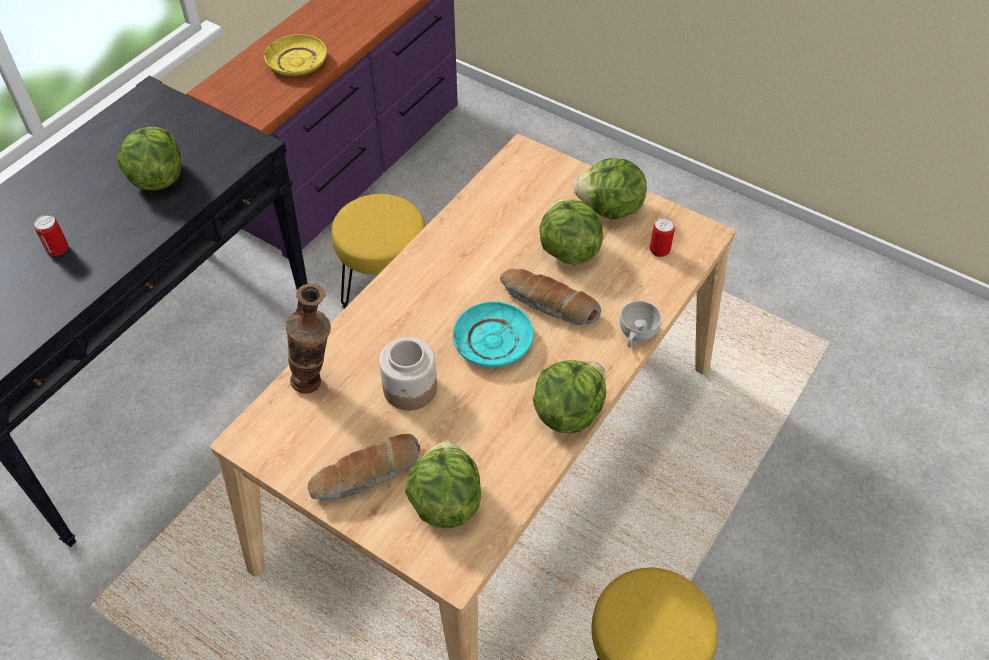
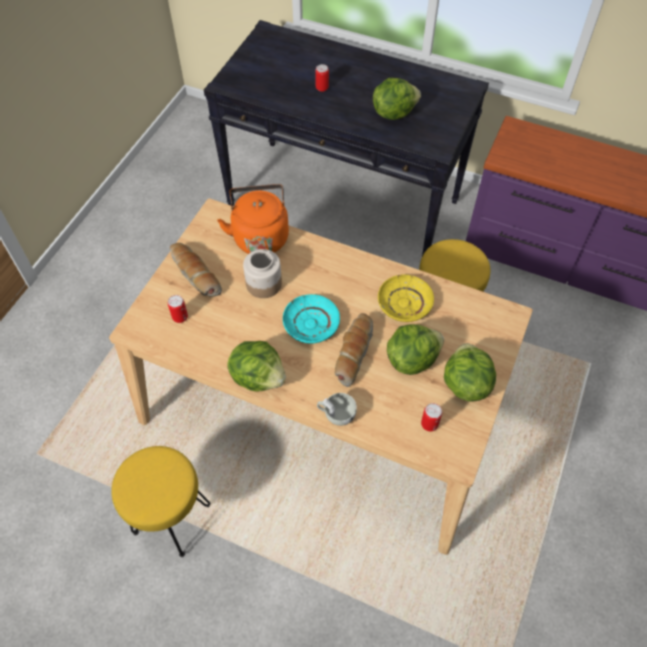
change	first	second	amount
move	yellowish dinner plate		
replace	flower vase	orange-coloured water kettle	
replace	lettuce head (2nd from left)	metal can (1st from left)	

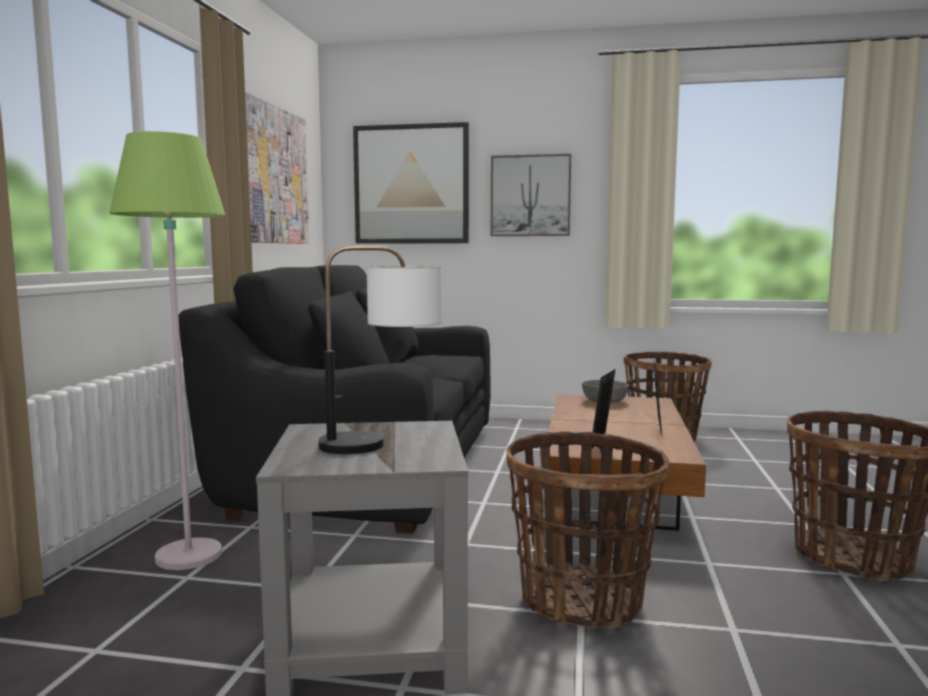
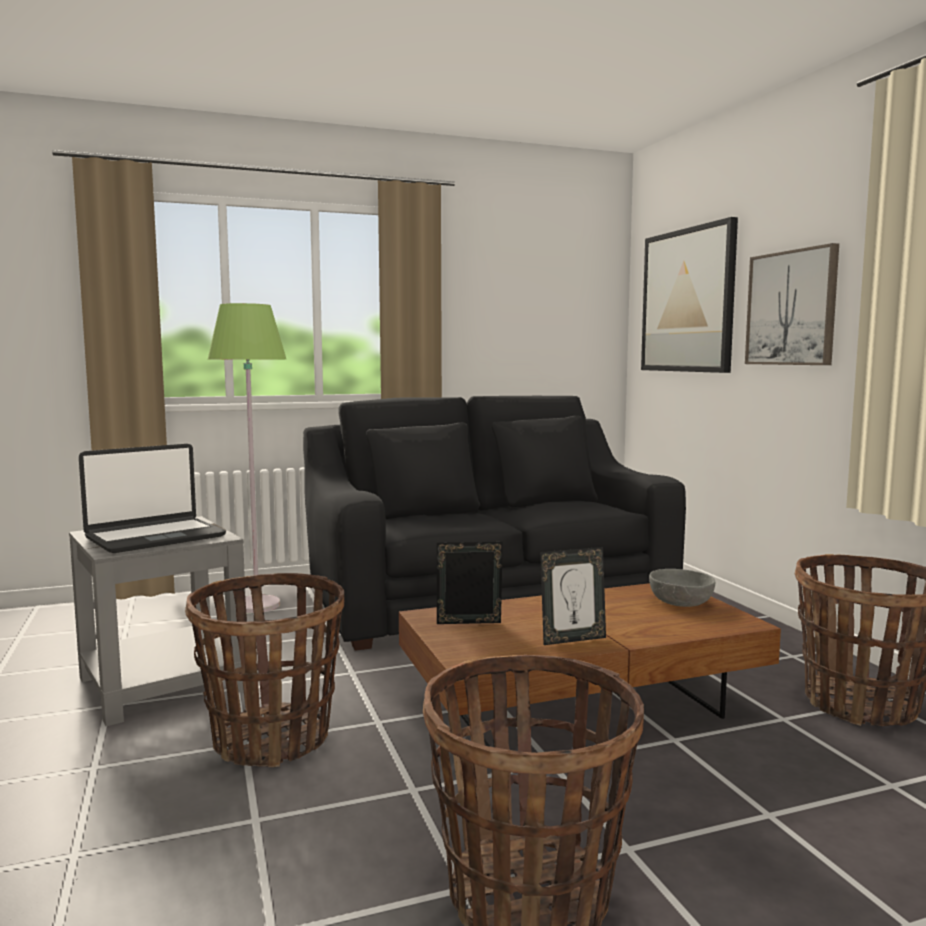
change	first	second	amount
delete	wall art (1st from left)		
replace	lamp for a table	laptop	

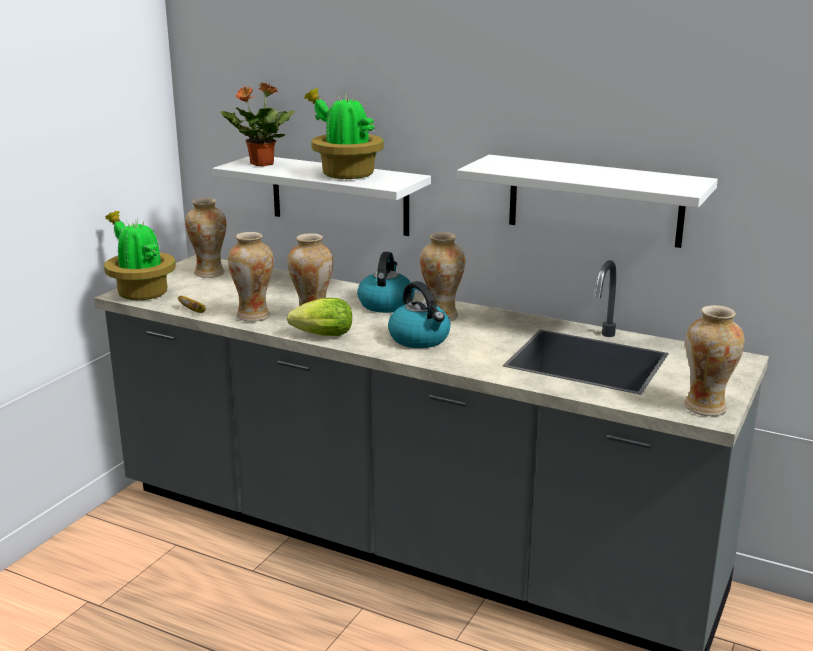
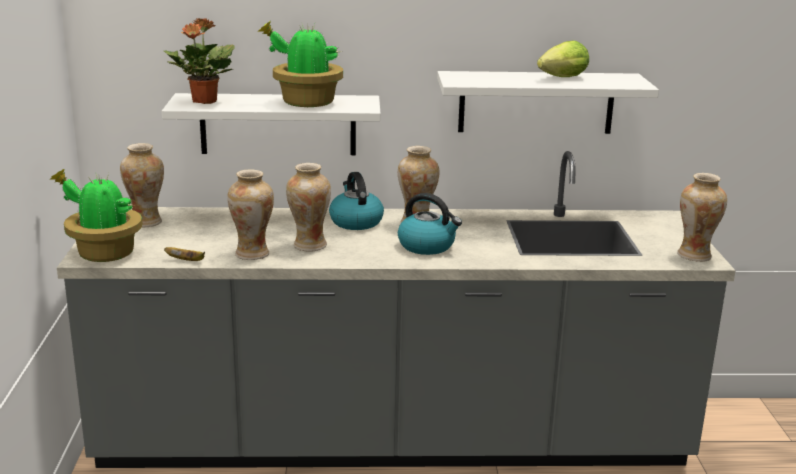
change	first	second	amount
move	lettuce head		

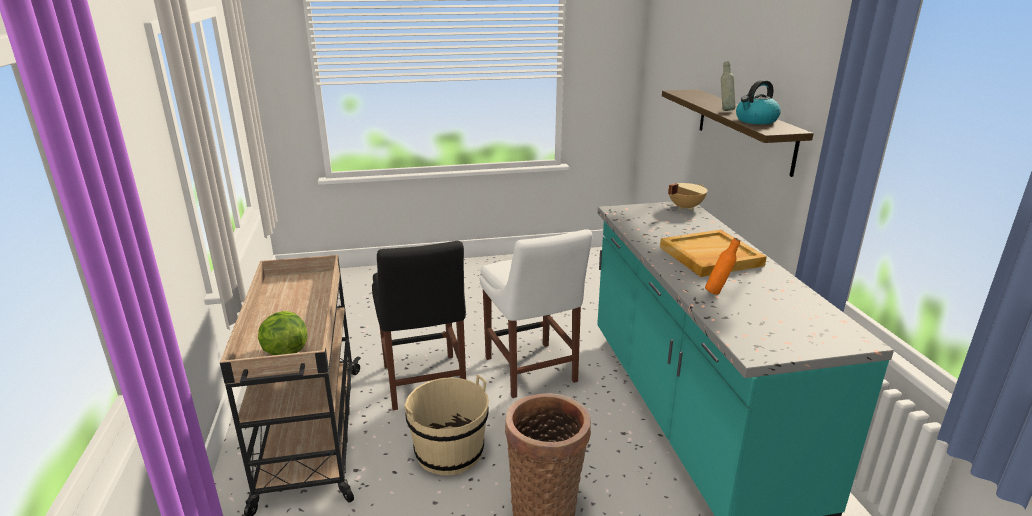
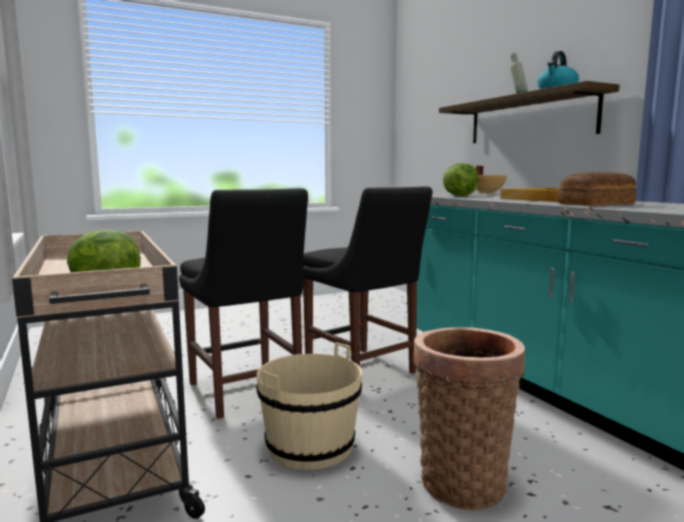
change	first	second	amount
recolor	white plain chair	black plain chair (2nd from left)	
replace	orange-coloured beverage bottle	baked bread	
insert		lettuce head (2nd from left)	

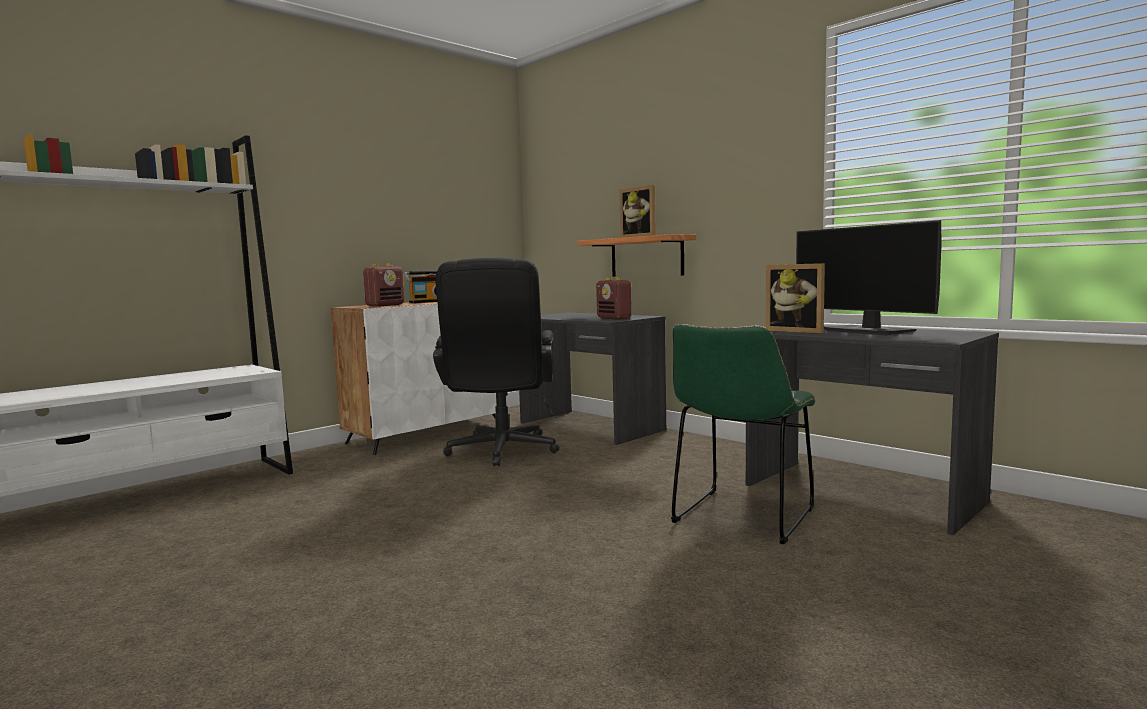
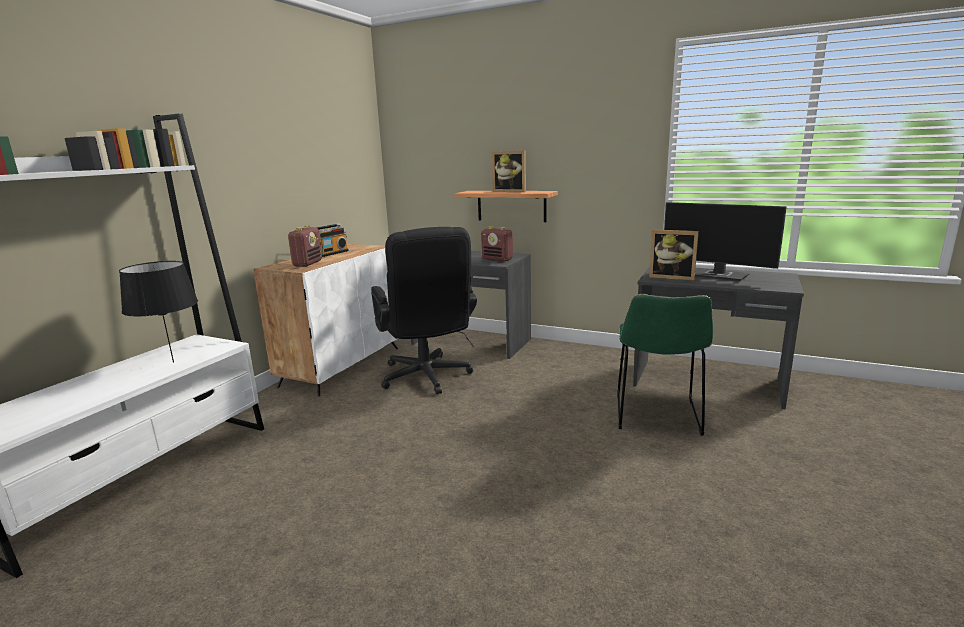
change	first	second	amount
insert		black lamp for a table	

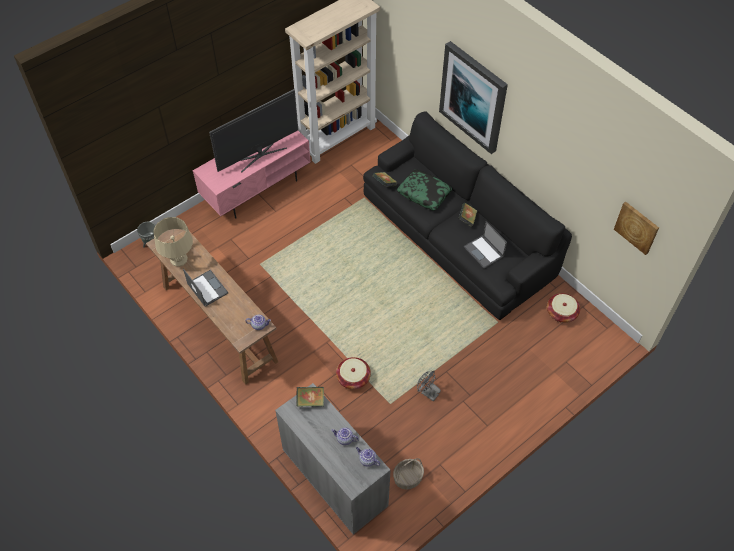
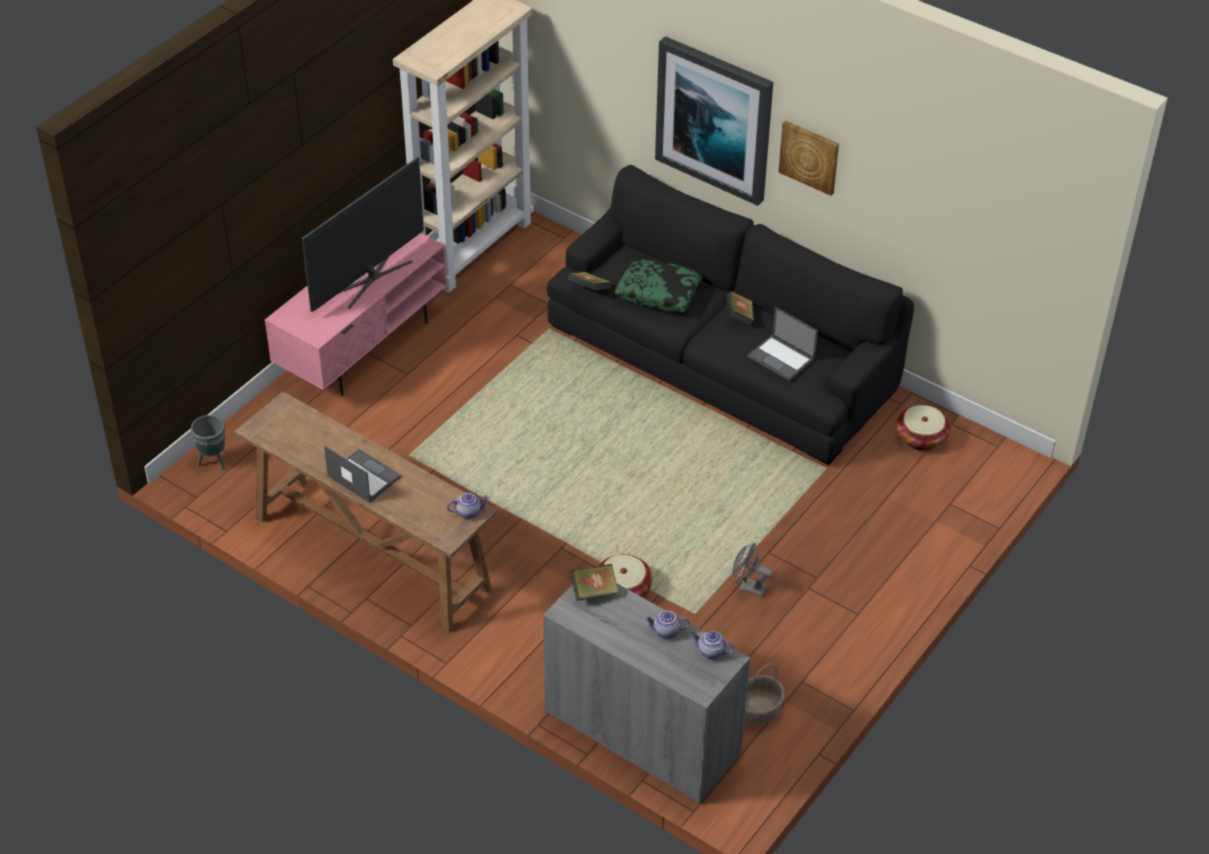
change	first	second	amount
move	wall art (2nd from left)		
delete	beige lamp for a table		

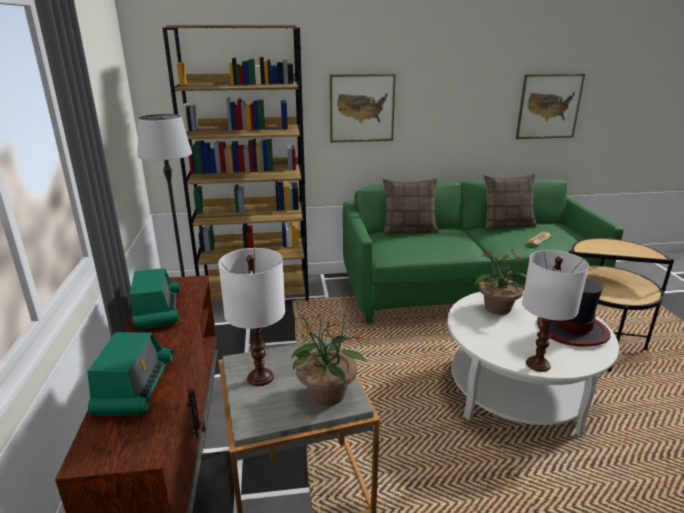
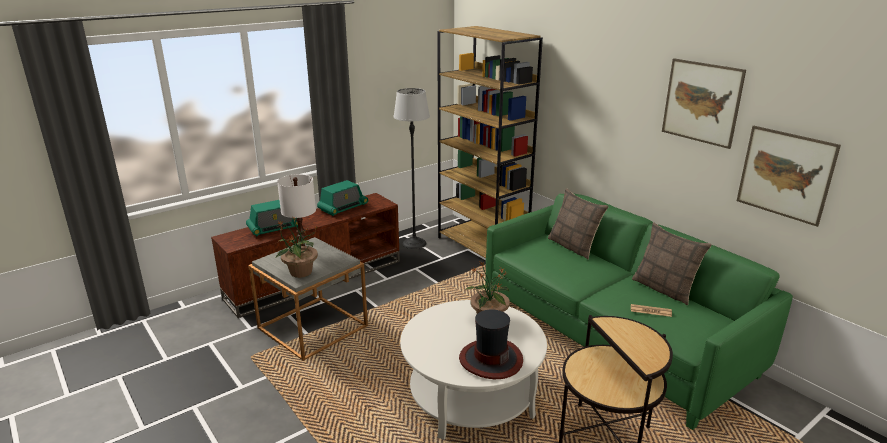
change	first	second	amount
move	wall art (1st from left)		
delete	white lamp for a table (2nd from left)		

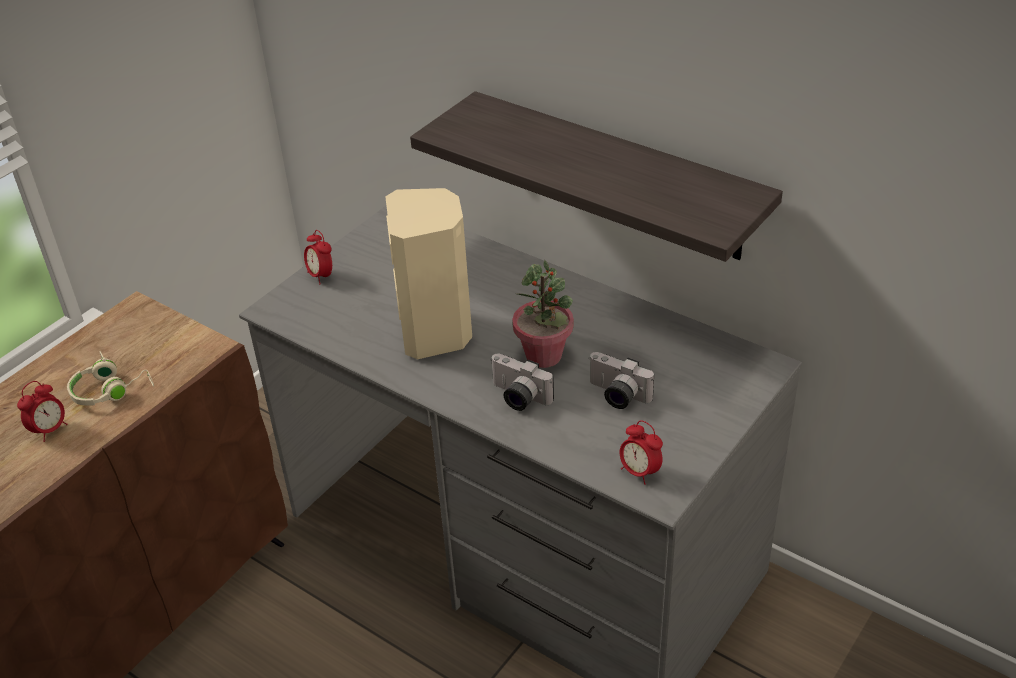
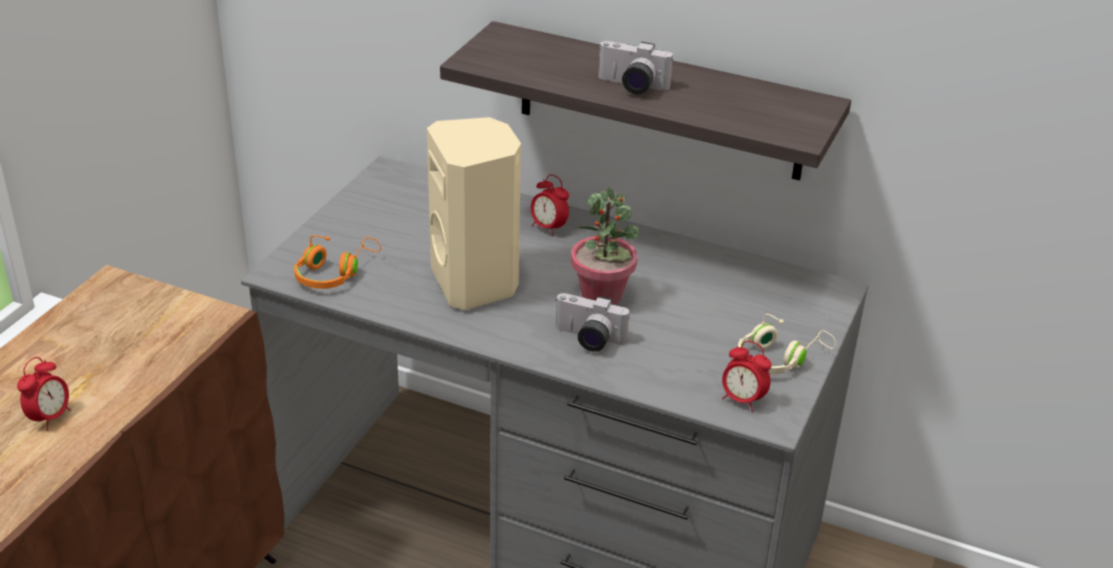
change	first	second	amount
move	alarm clock (2nd from left)		
move	beige headset		
move	still camera (2nd from left)		
insert		orange-coloured headset	

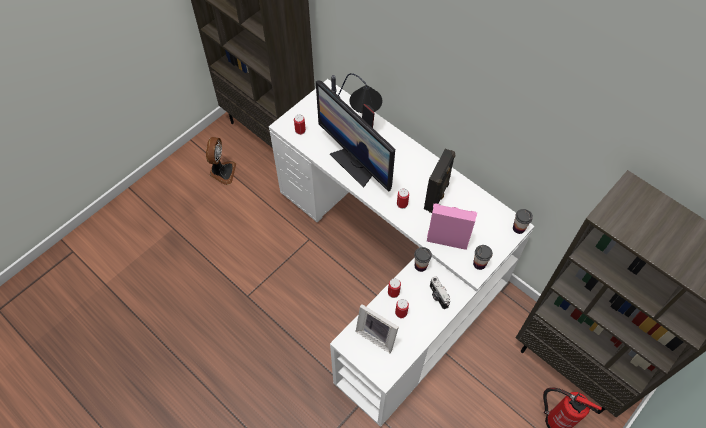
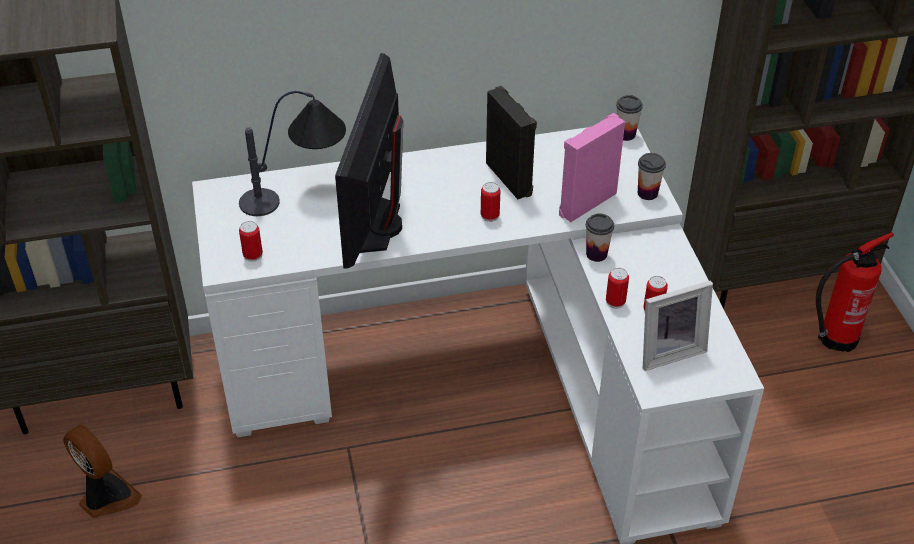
change	first	second	amount
rotate	computer display		105 degrees clockwise
delete	still camera		

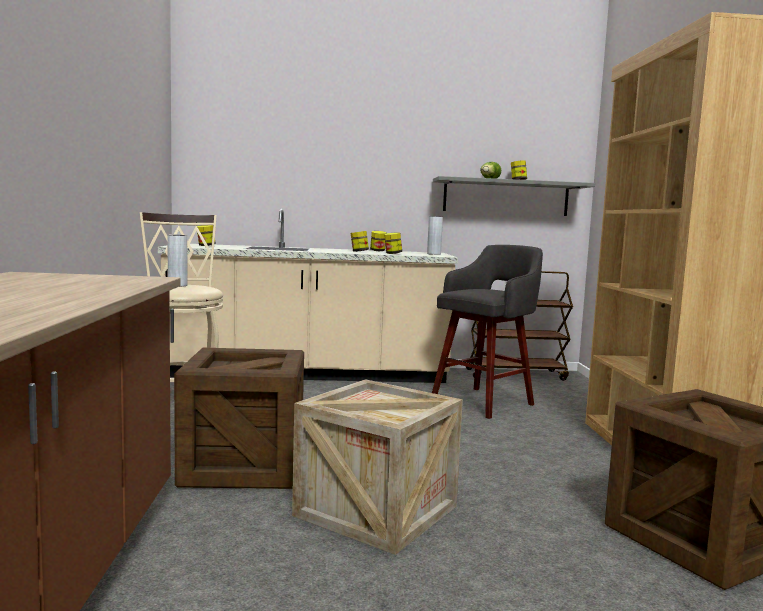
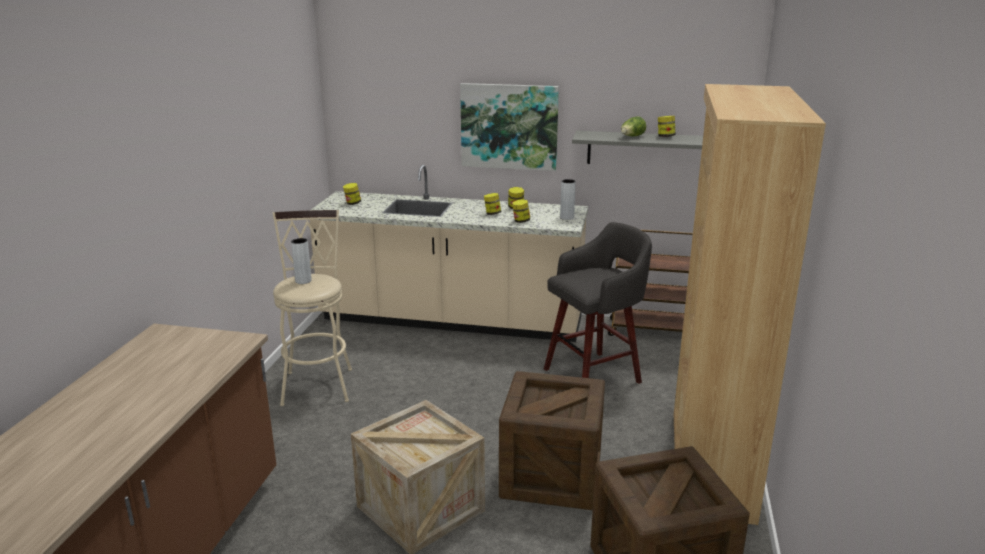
change	first	second	amount
move	packing crate (1st from left in the first image)	packing crate (2nd from left)	
insert		wall art	

